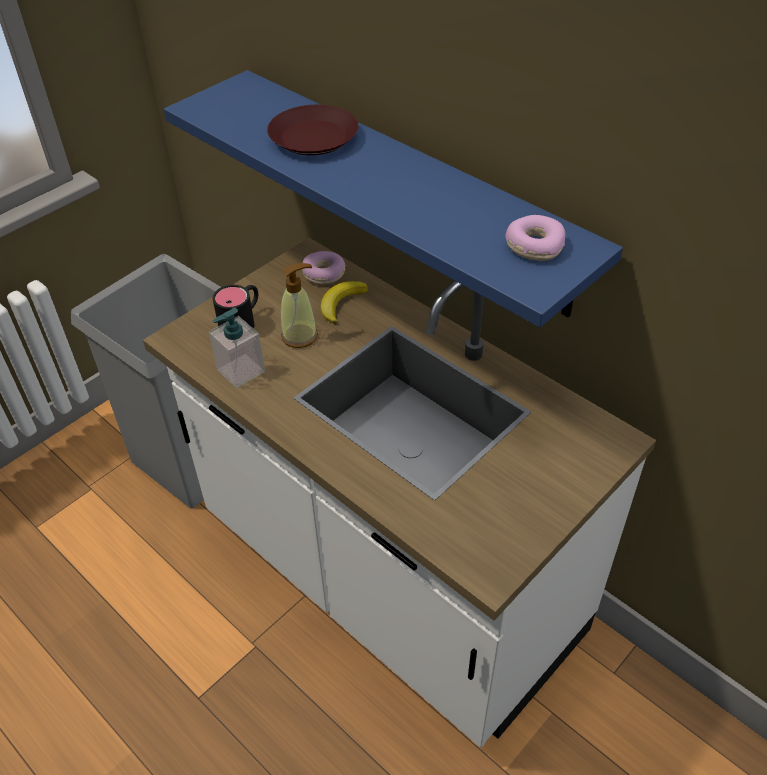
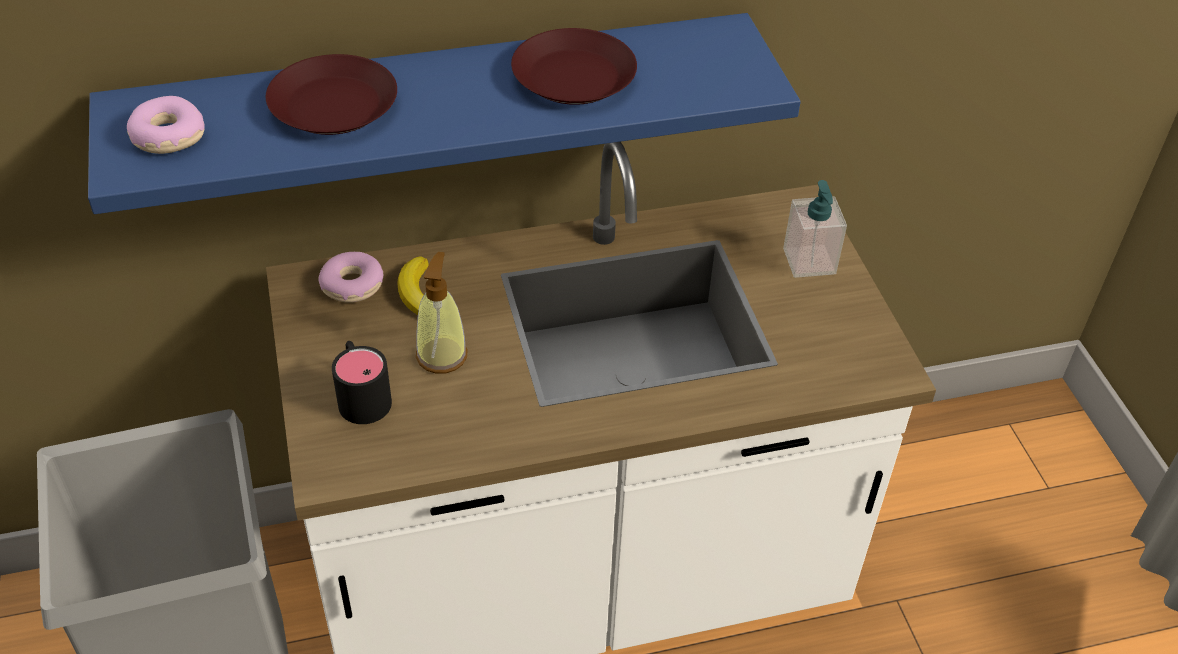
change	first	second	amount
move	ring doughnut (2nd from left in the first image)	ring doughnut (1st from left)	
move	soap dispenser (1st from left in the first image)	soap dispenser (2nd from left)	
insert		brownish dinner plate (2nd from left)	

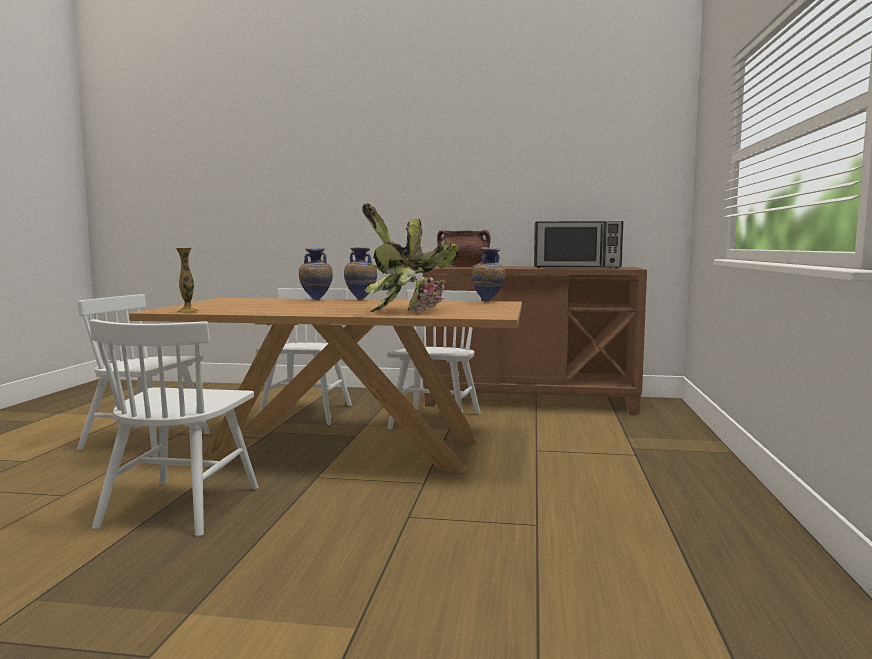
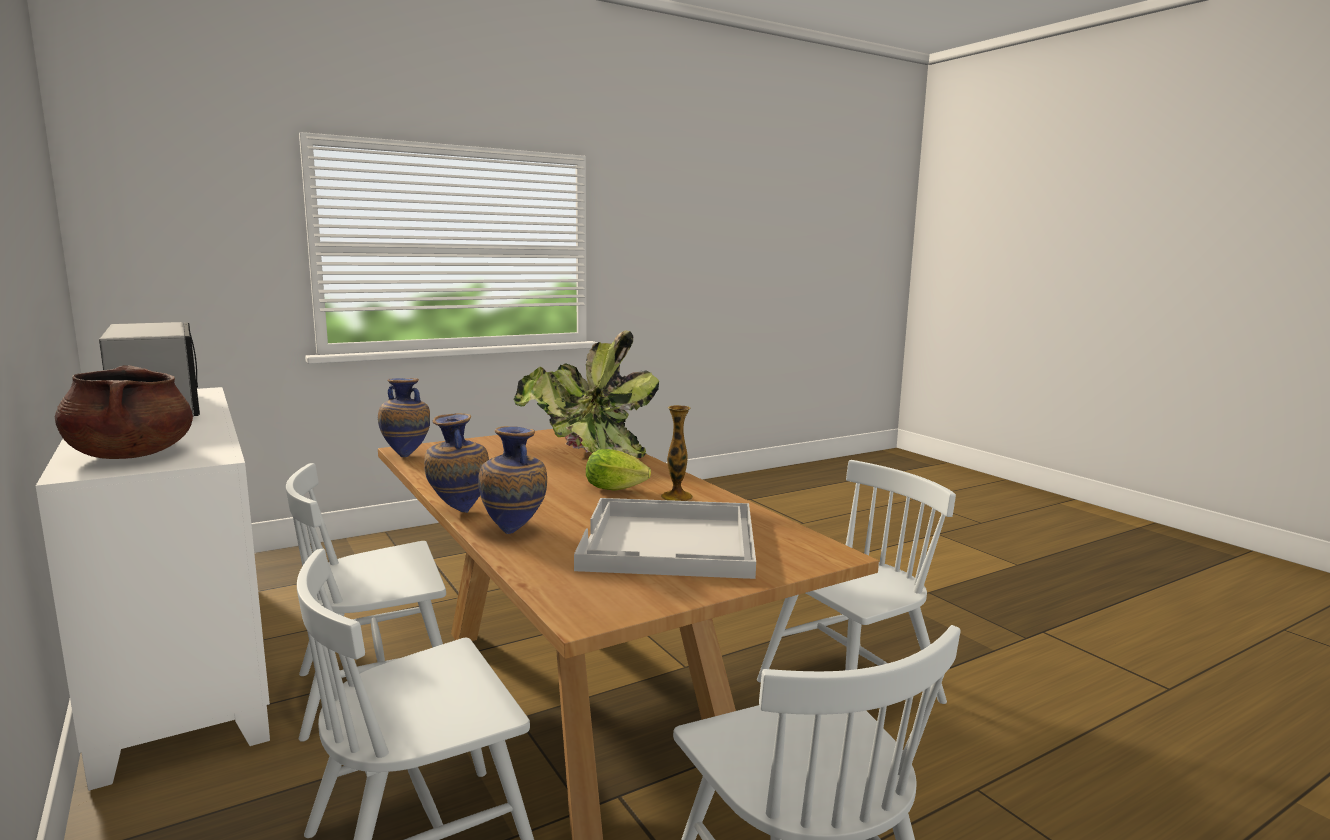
change	first	second	amount
move	flower vase (1st from left in the first image)	flower vase (4th from left)	
recolor	brownish storage cabinet	white storage cabinet	
insert		lettuce head	
insert		white tray	

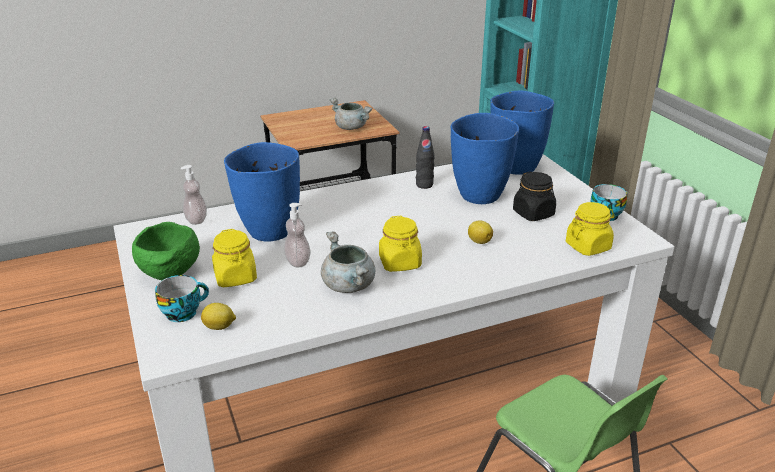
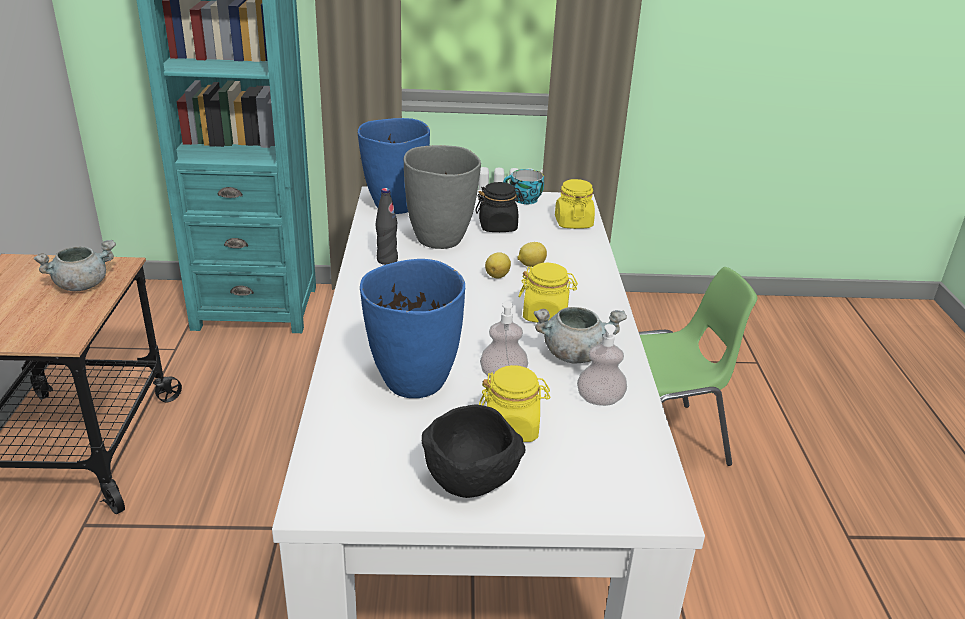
change	first	second	amount
recolor	blue flower vase (2nd from left)	gray flower vase	
move	soap dispenser (1st from left in the first image)	soap dispenser (2nd from left)	
recolor	greenish bowl	black bowl	
delete	small cup (1st from left)		
move	citrus fruit (1st from left)		

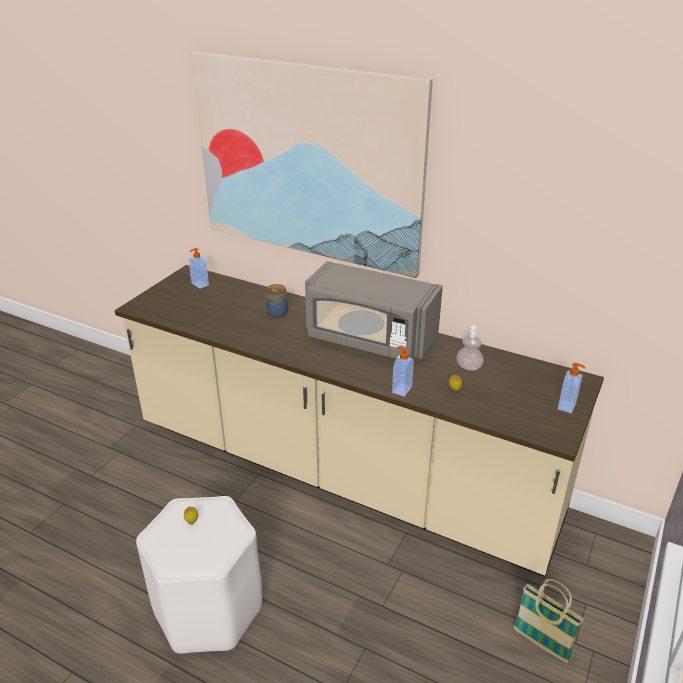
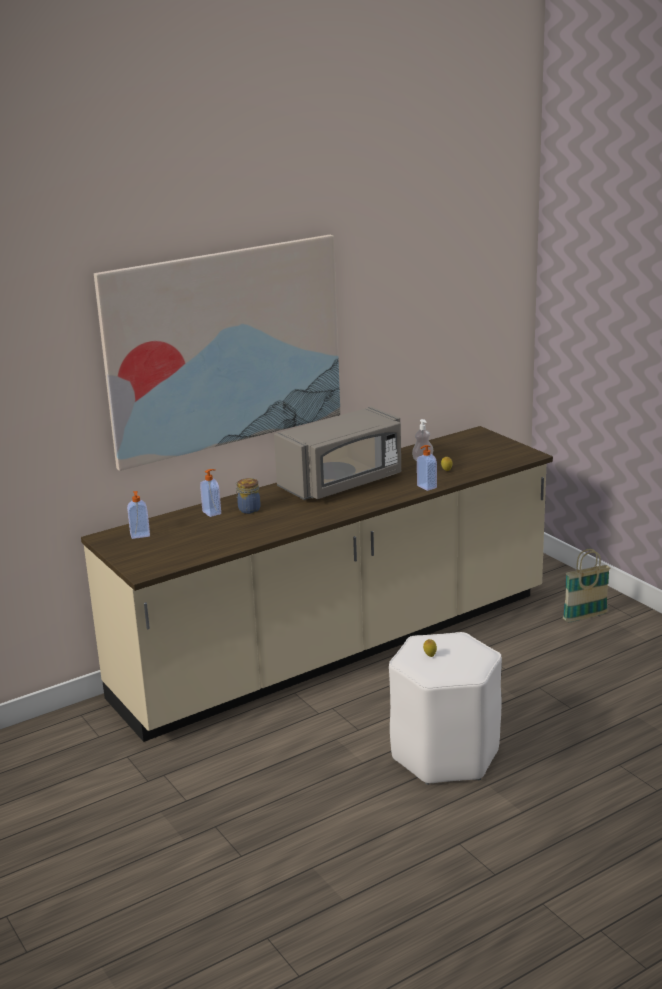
change	first	second	amount
move	soap dispenser (4th from left in the first image)	soap dispenser (2nd from left)	

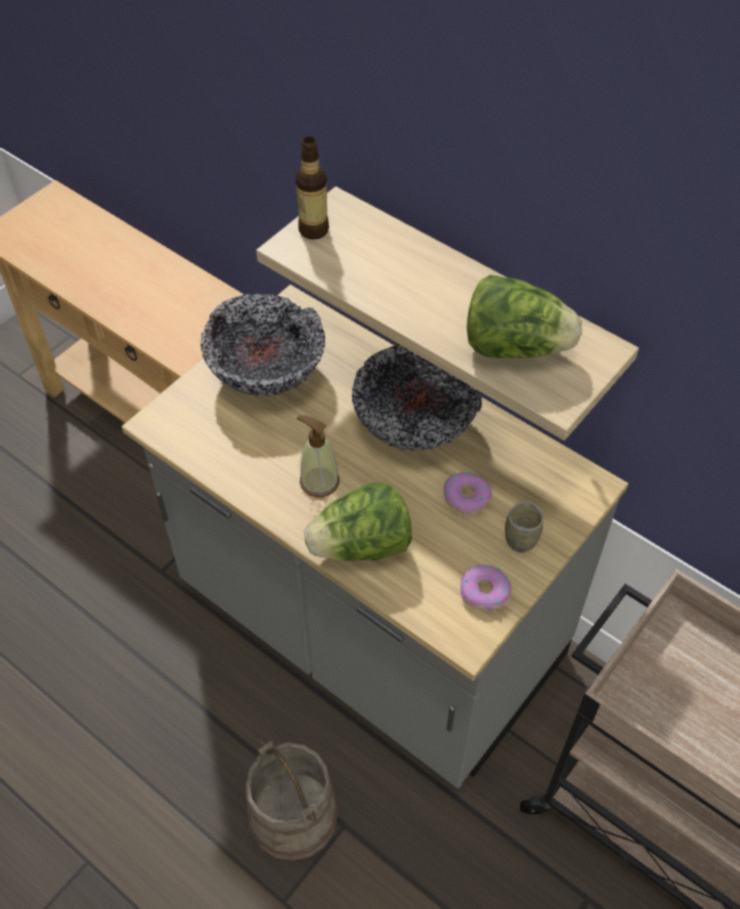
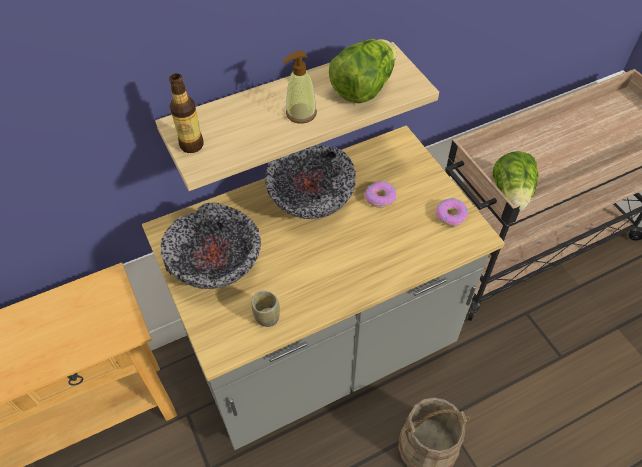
change	first	second	amount
move	soap dispenser		
move	lettuce head (1st from left in the first image)	lettuce head (2nd from left)	
move	small cup		

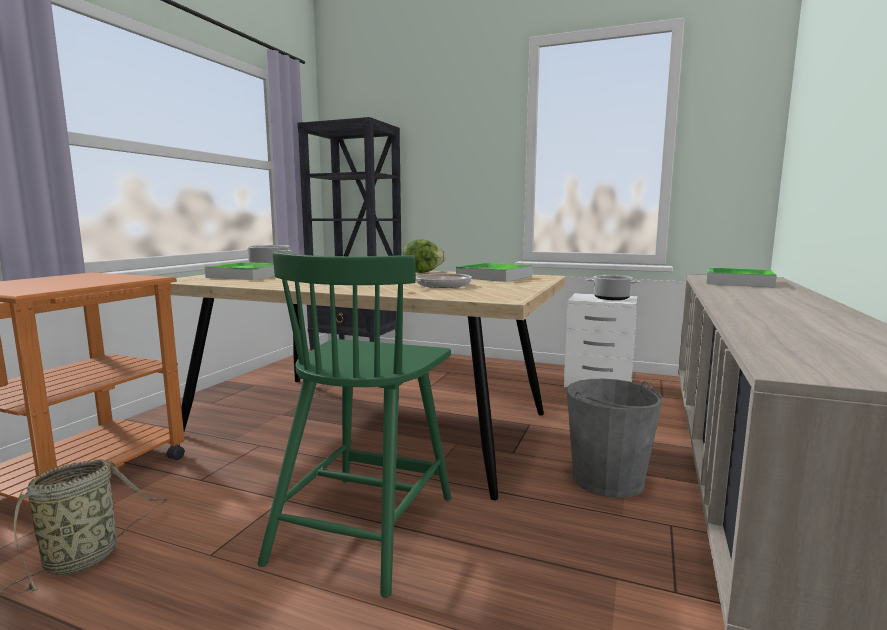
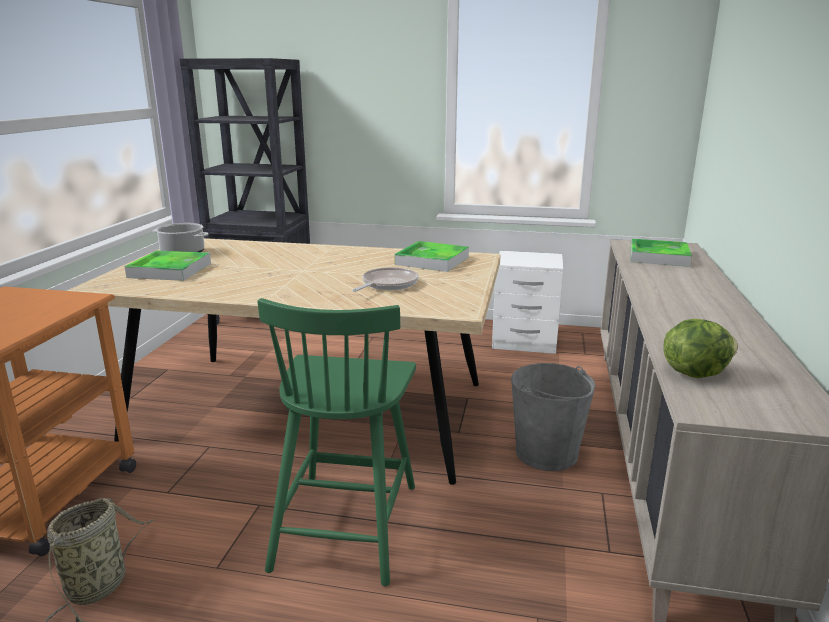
change	first	second	amount
move	lettuce head		
delete	stockpot (2nd from left)		

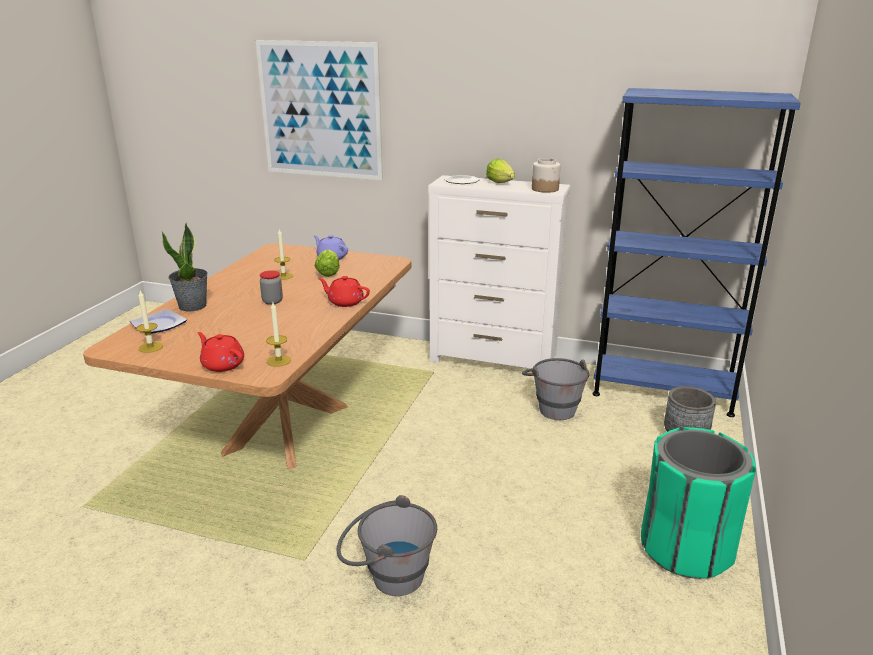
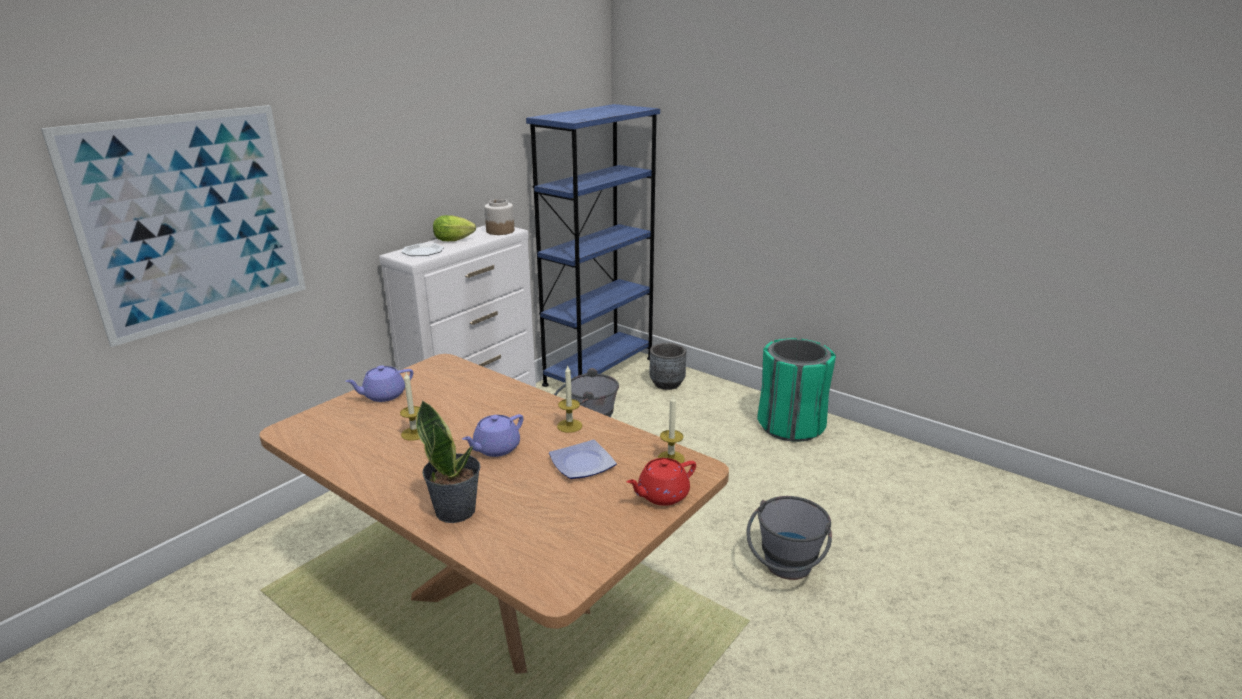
change	first	second	amount
delete	lettuce head (1st from left)		
replace	preserve jar (1st from left)	purple pot for tea (2nd from left)	
delete	reddish pot for tea (2nd from left)		
move	wax light (1st from left in the first image)	wax light (2nd from left)	
move	dinner plate (1st from left in the first image)	dinner plate (2nd from left)	

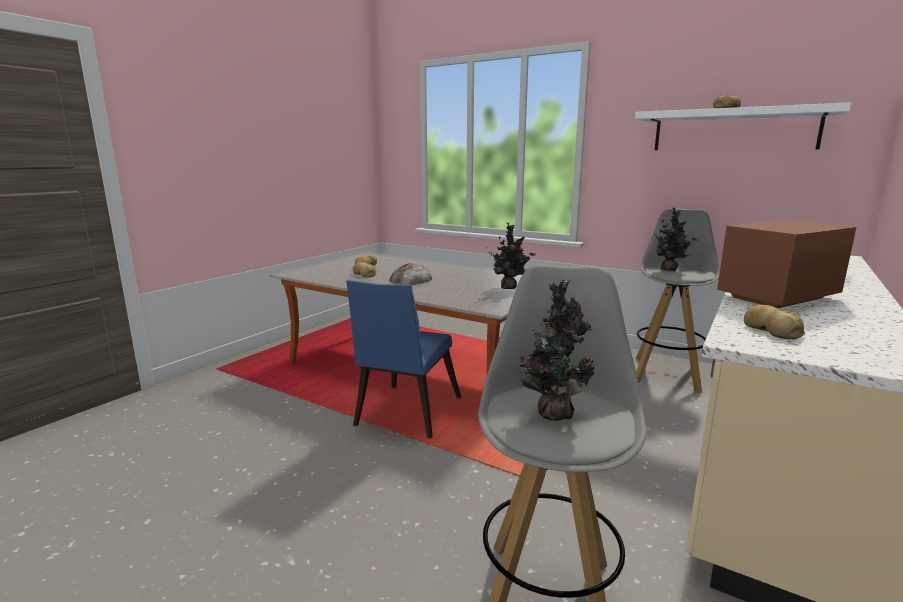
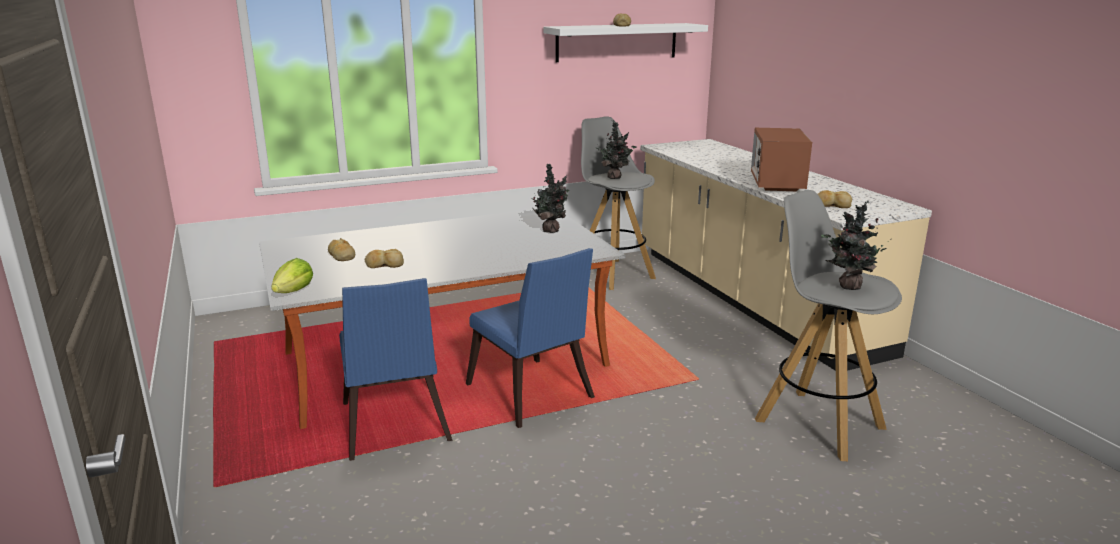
change	first	second	amount
delete	baked bread (3rd from left)		
insert		lettuce head	
insert		blue plain chair (1st from left)	

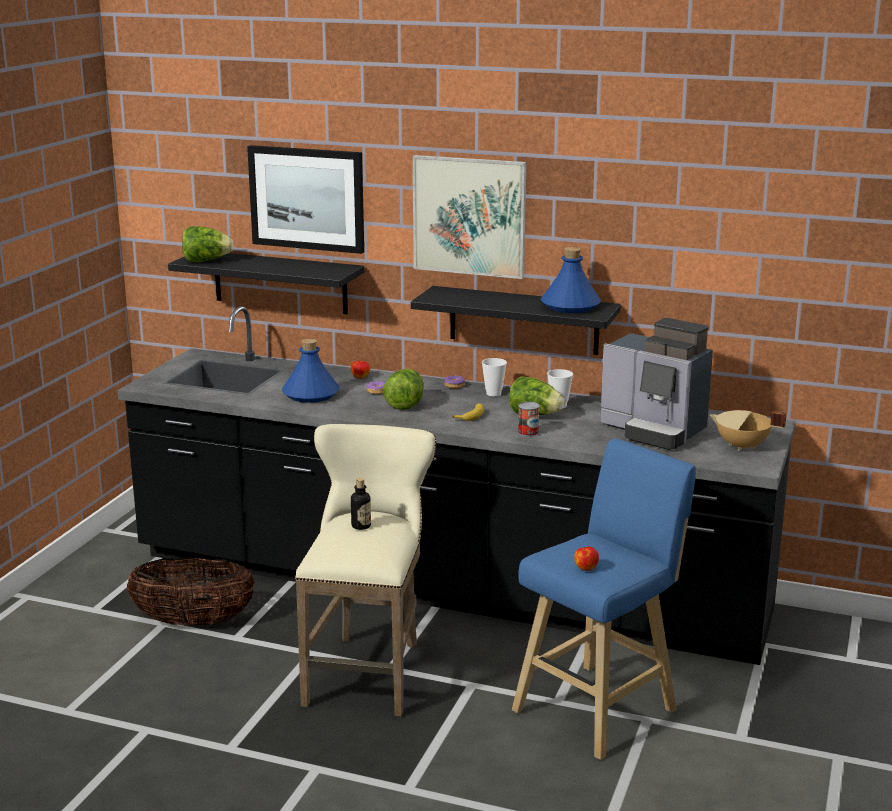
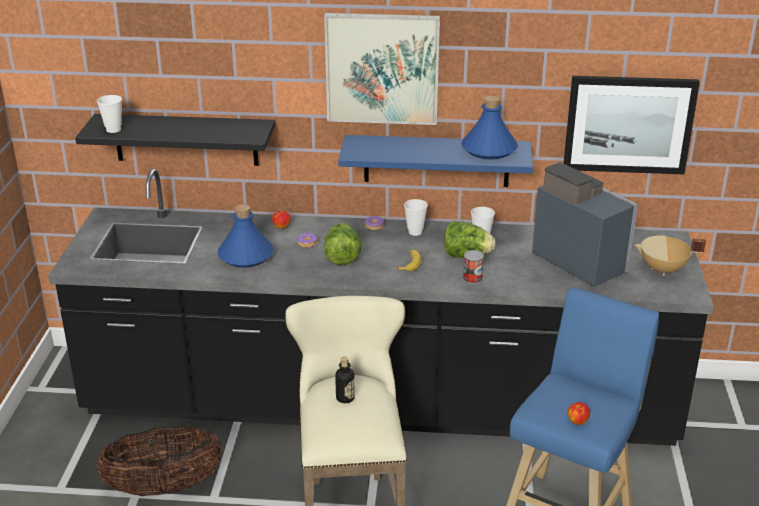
change	first	second	amount
move	wall art (1st from left in the first image)	wall art (2nd from left)	
replace	lettuce head (1st from left)	small cup (1st from left)	
recolor	black shelf (2nd from left)	blue shelf	
rotate	coffee brewer		150 degrees counterclockwise

